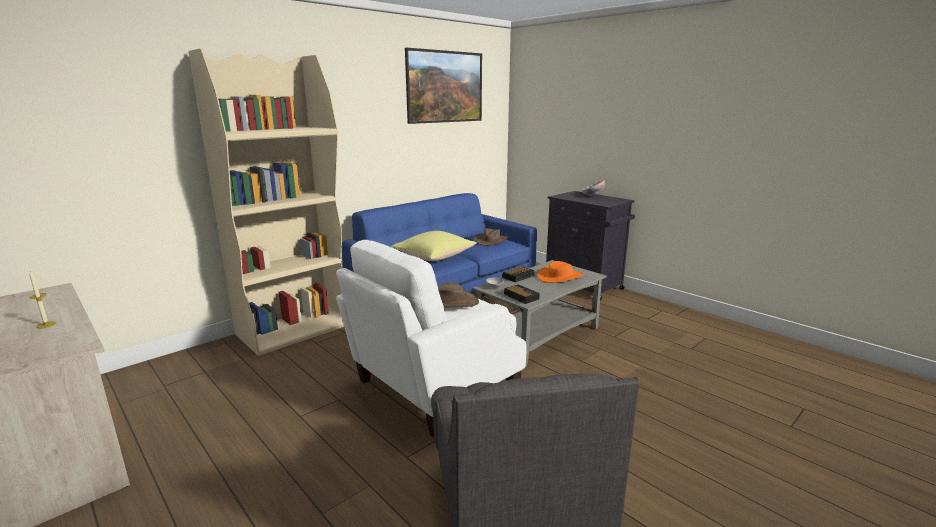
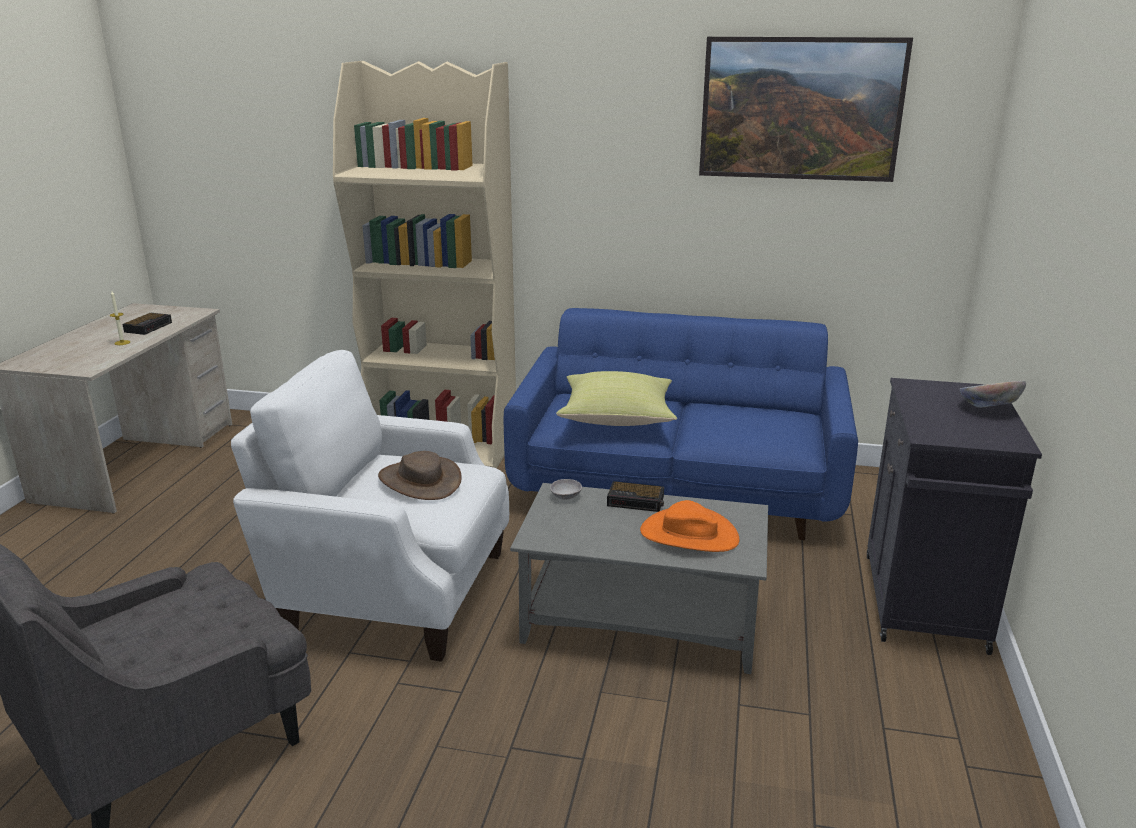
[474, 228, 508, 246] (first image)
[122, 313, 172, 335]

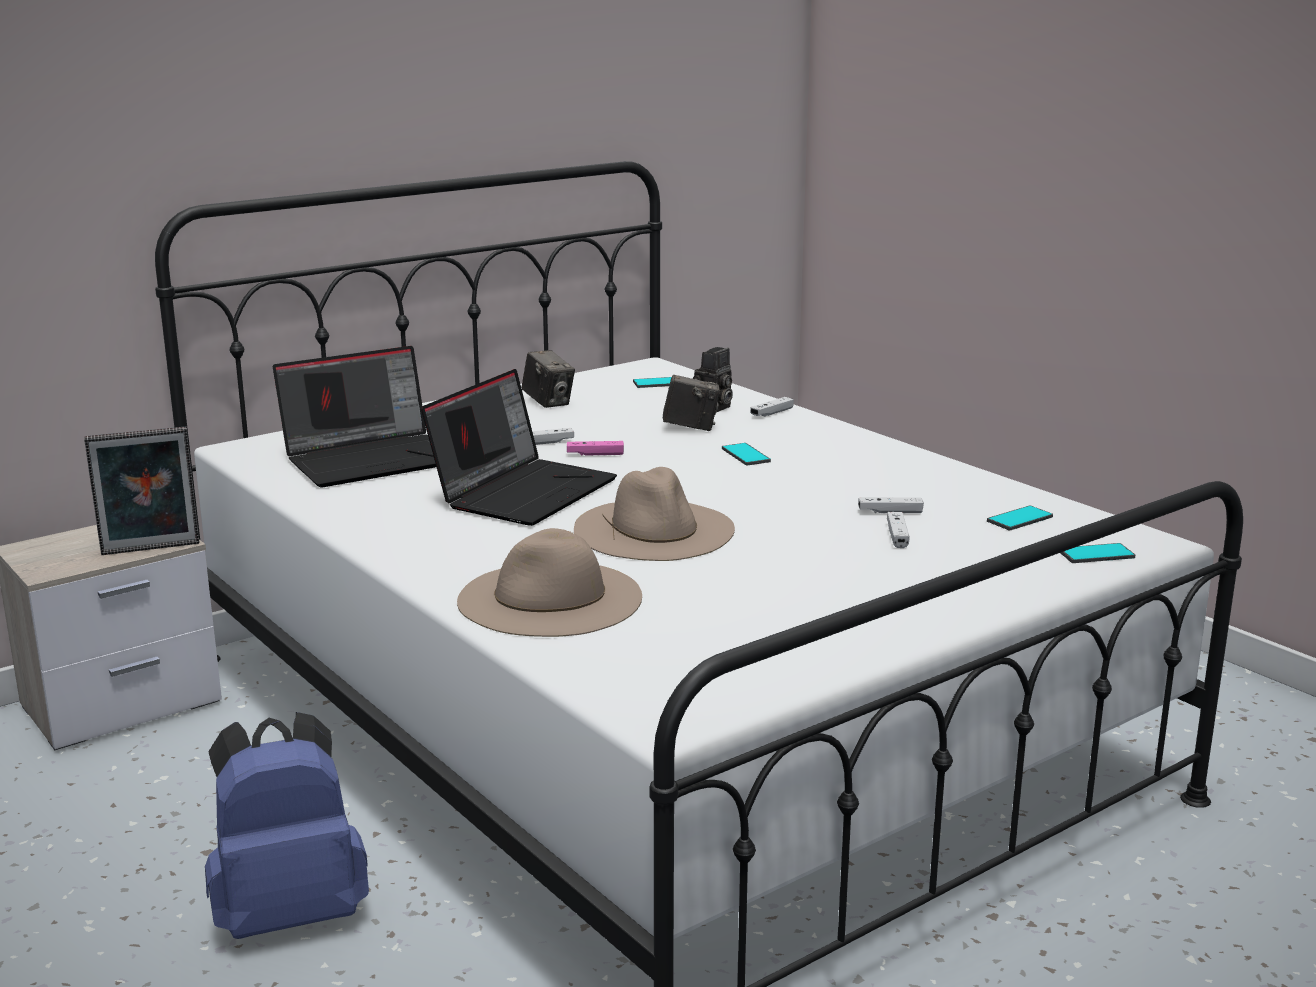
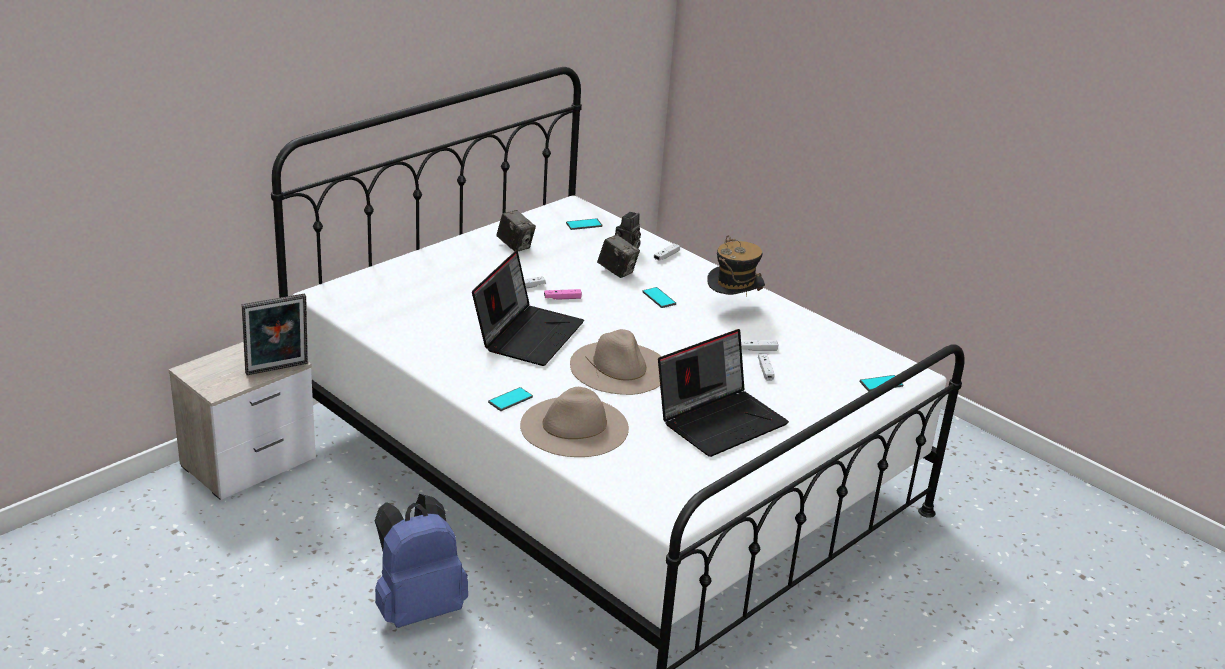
[708, 235, 765, 296]
[658, 329, 789, 457]
[488, 387, 533, 411]
[597, 235, 640, 278]

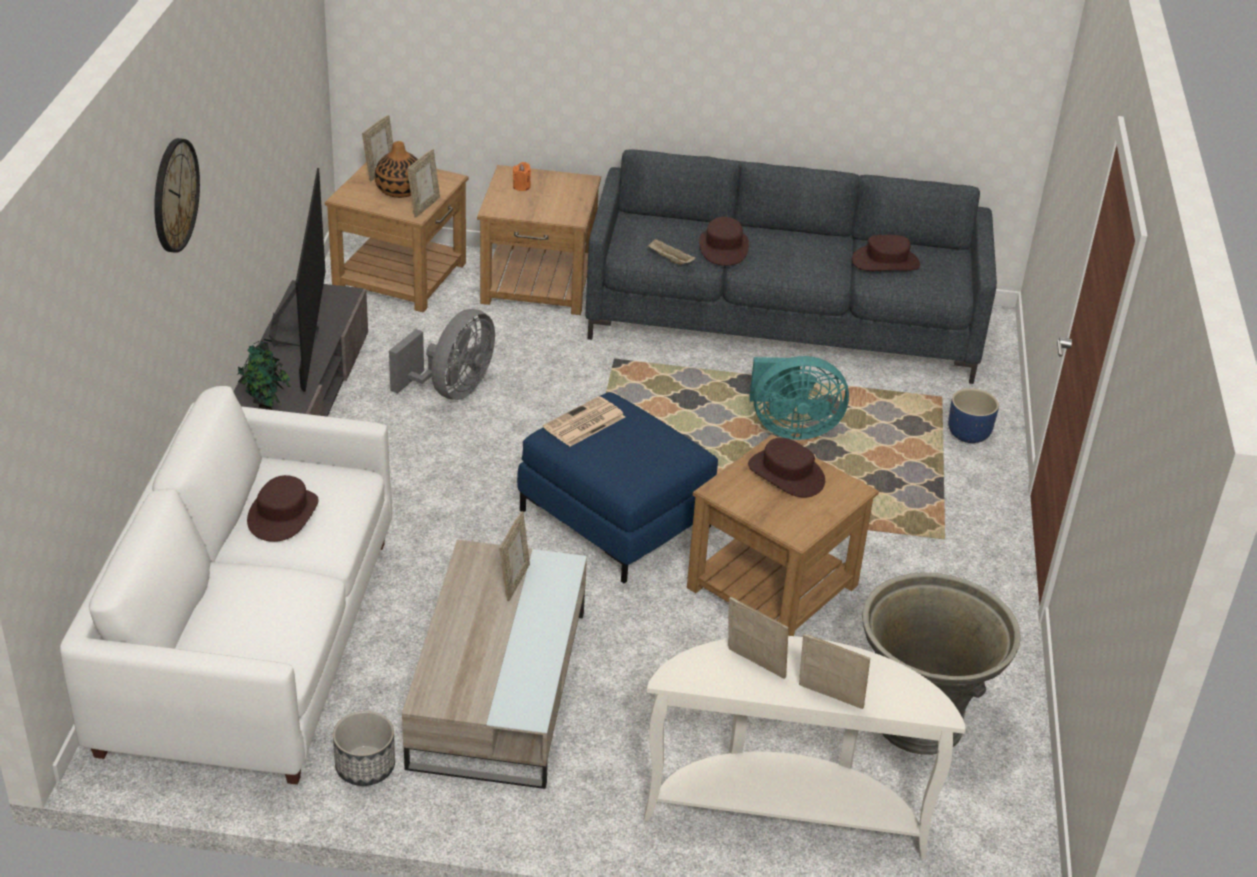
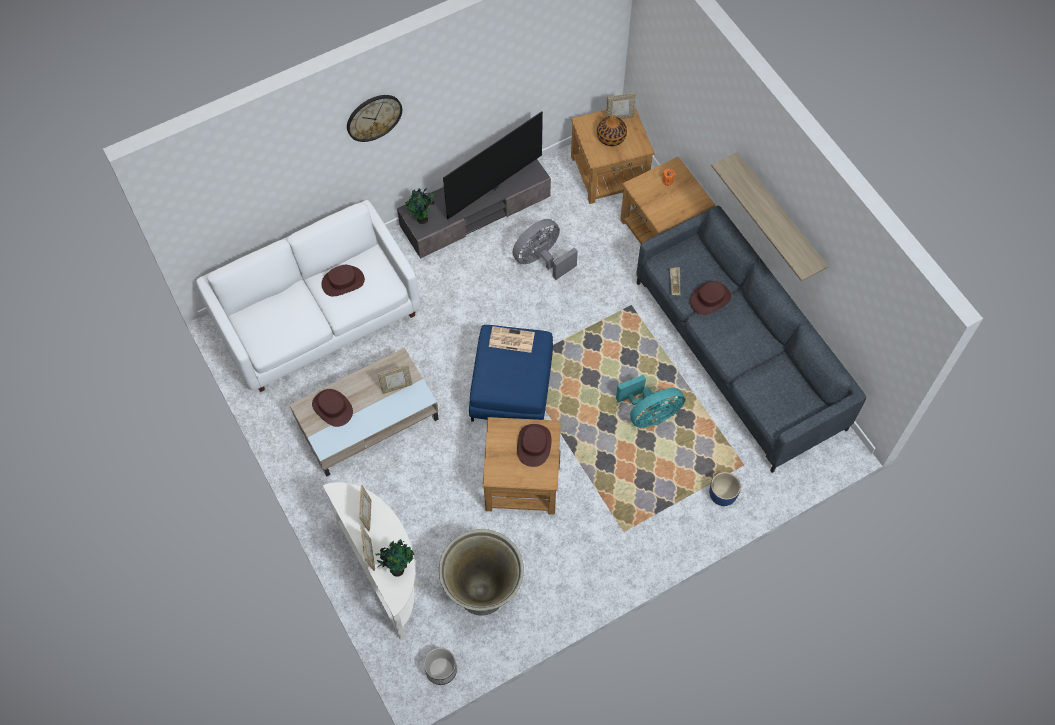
[407, 149, 440, 218] (first image)
[376, 539, 415, 577]
[711, 152, 828, 282]
[424, 648, 457, 685]
[312, 389, 353, 427]
[513, 219, 578, 280]
[616, 375, 685, 428]

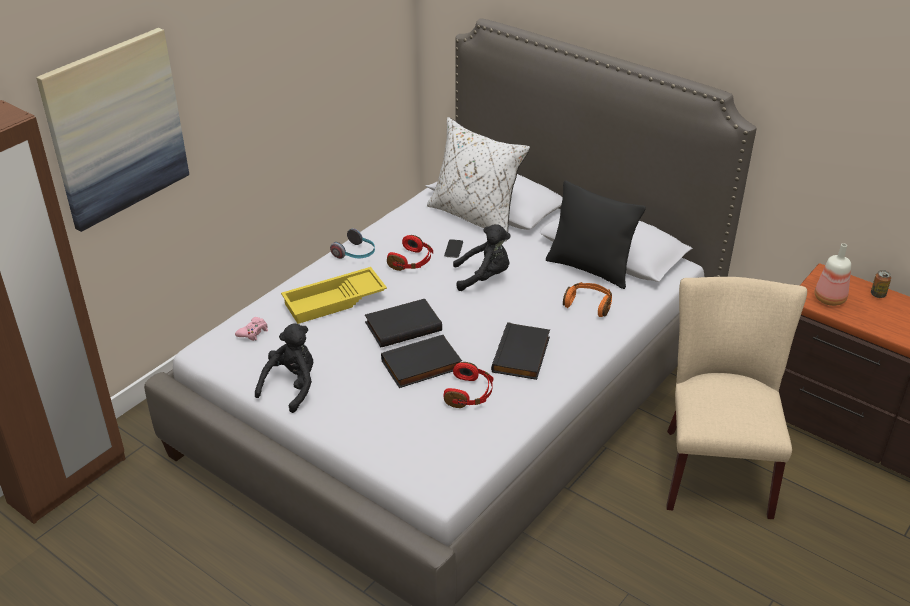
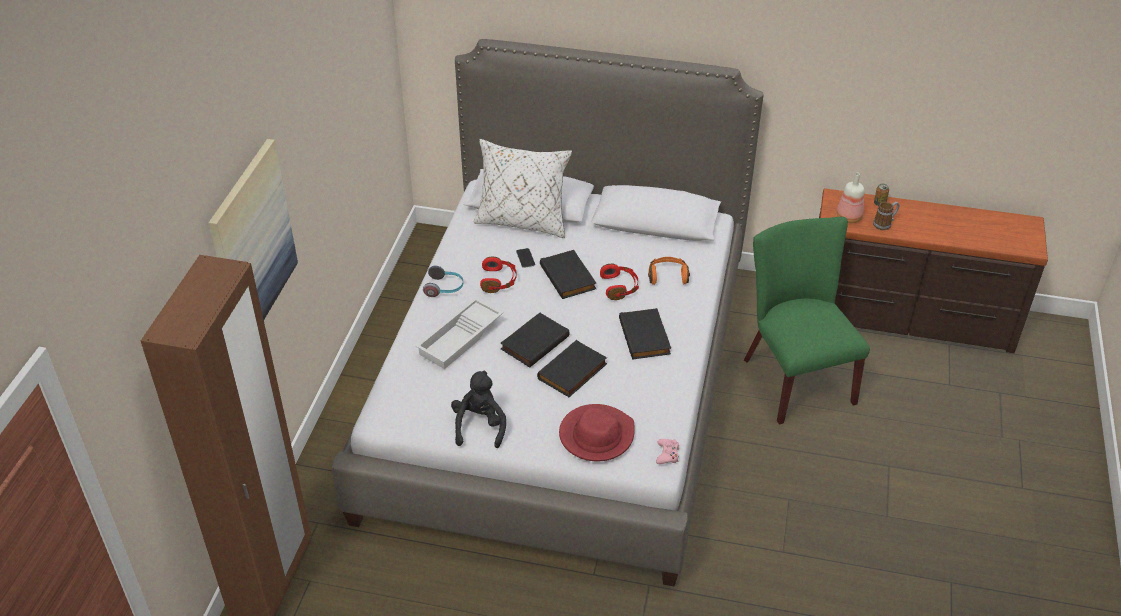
[546, 180, 646, 289] (first image)
[559, 404, 635, 461]
[873, 202, 900, 230]
[656, 439, 679, 464]
[600, 264, 639, 300]
[540, 250, 596, 299]
[416, 298, 503, 369]
[744, 217, 870, 424]

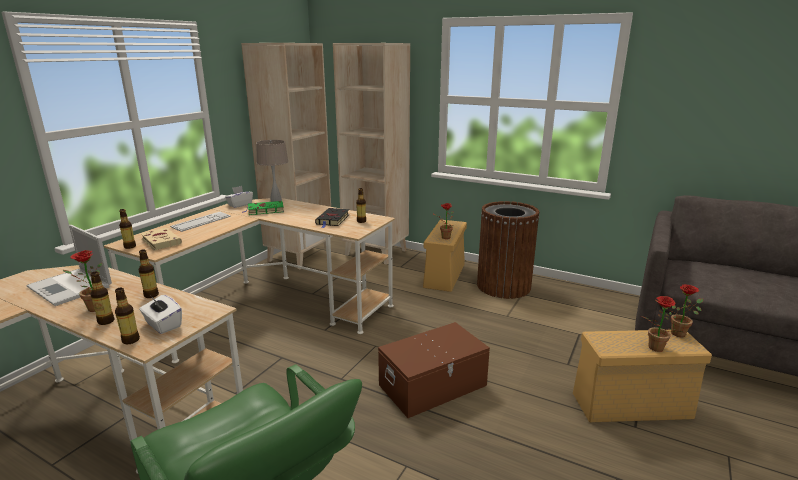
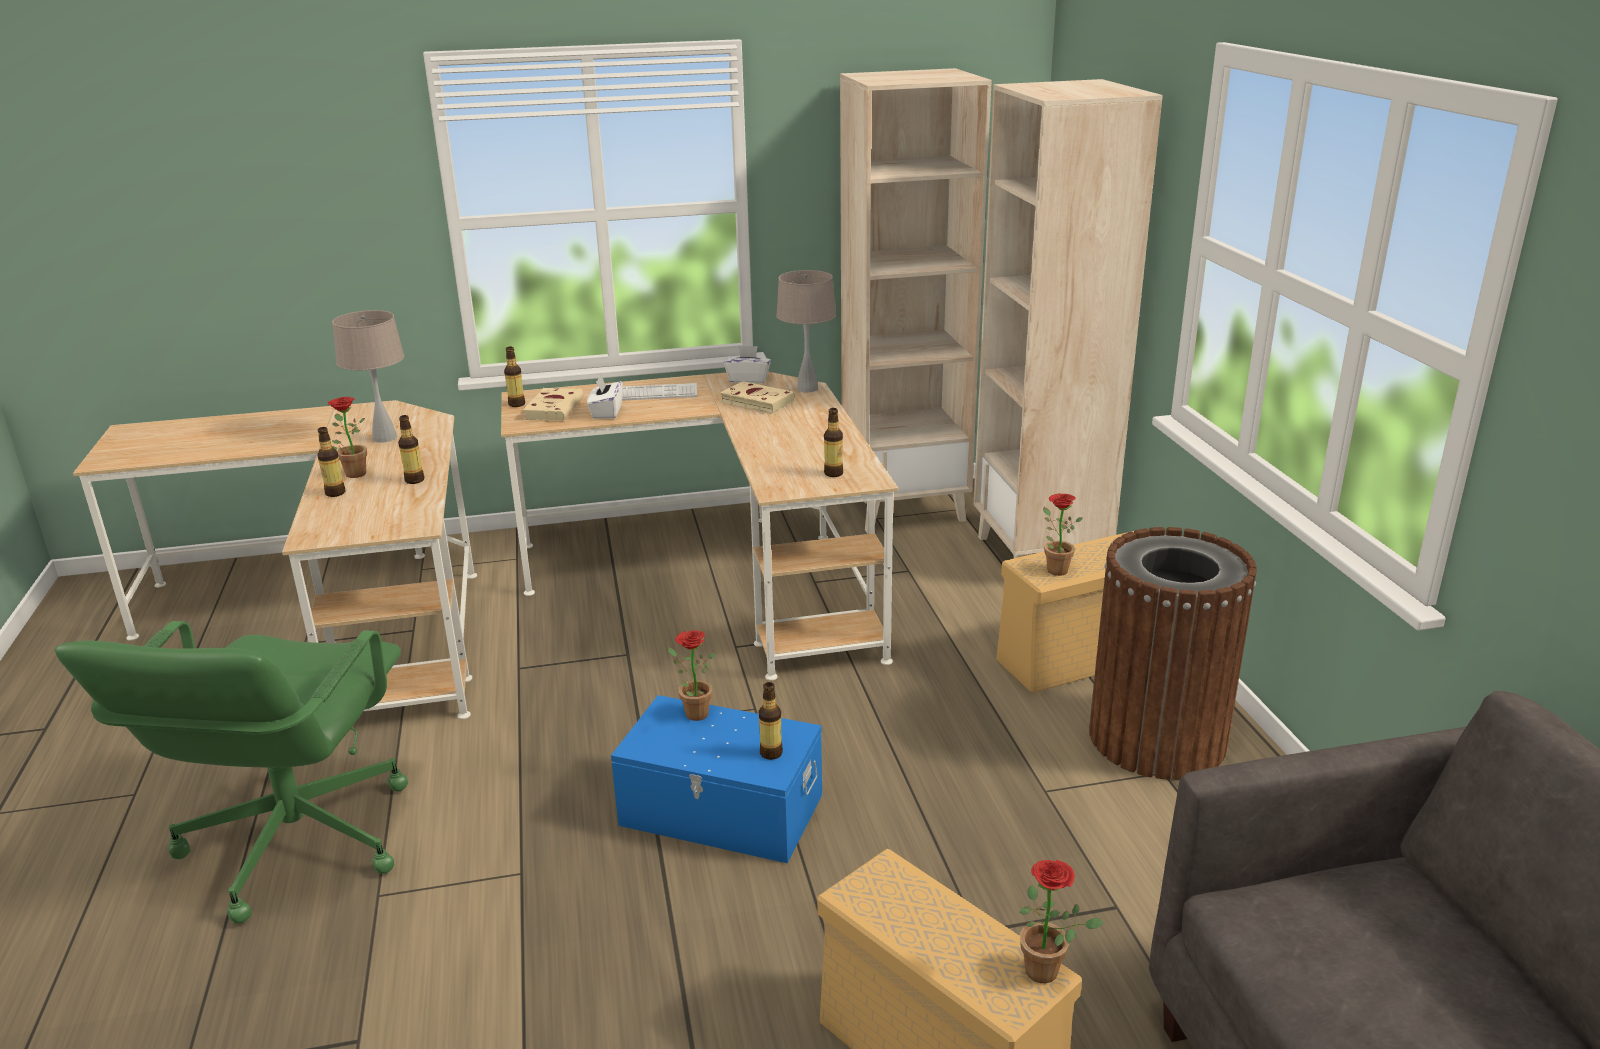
[315, 208, 350, 228] (first image)
[759, 682, 783, 760]
[587, 376, 623, 419]
[667, 630, 715, 721]
[332, 310, 404, 443]
[720, 381, 795, 414]
[611, 695, 822, 863]

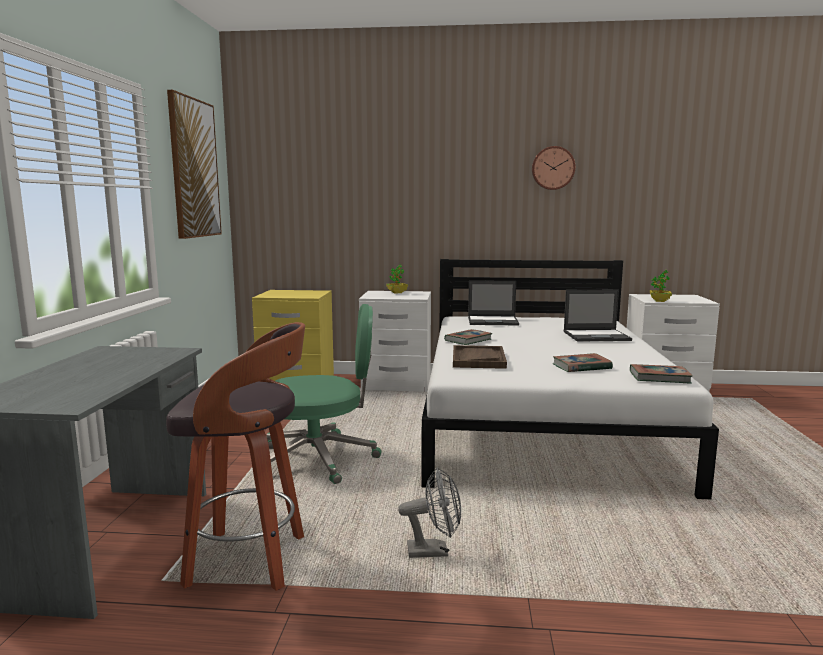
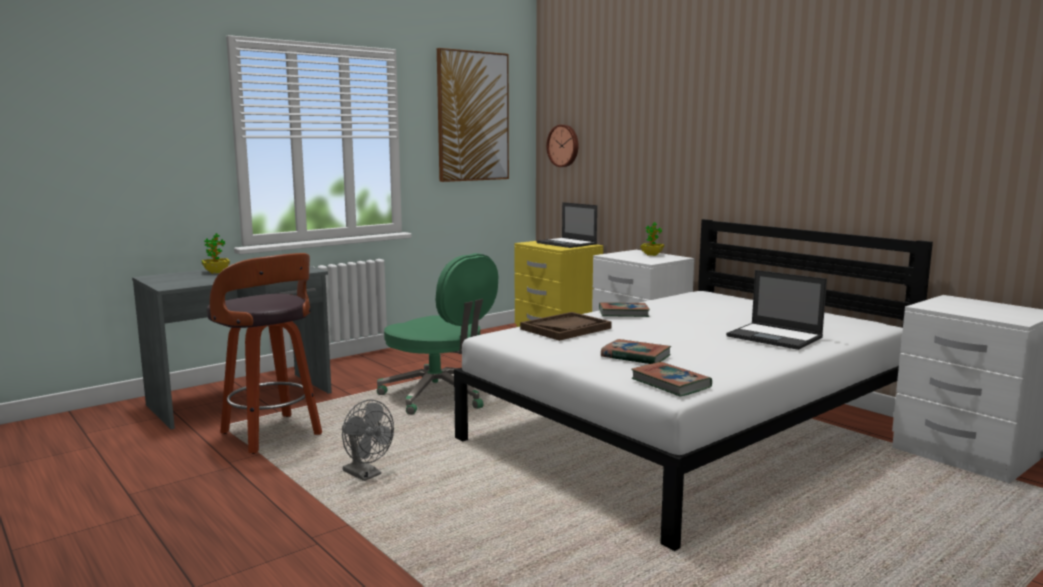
[536, 202, 597, 248]
[546, 125, 579, 167]
[202, 233, 230, 274]

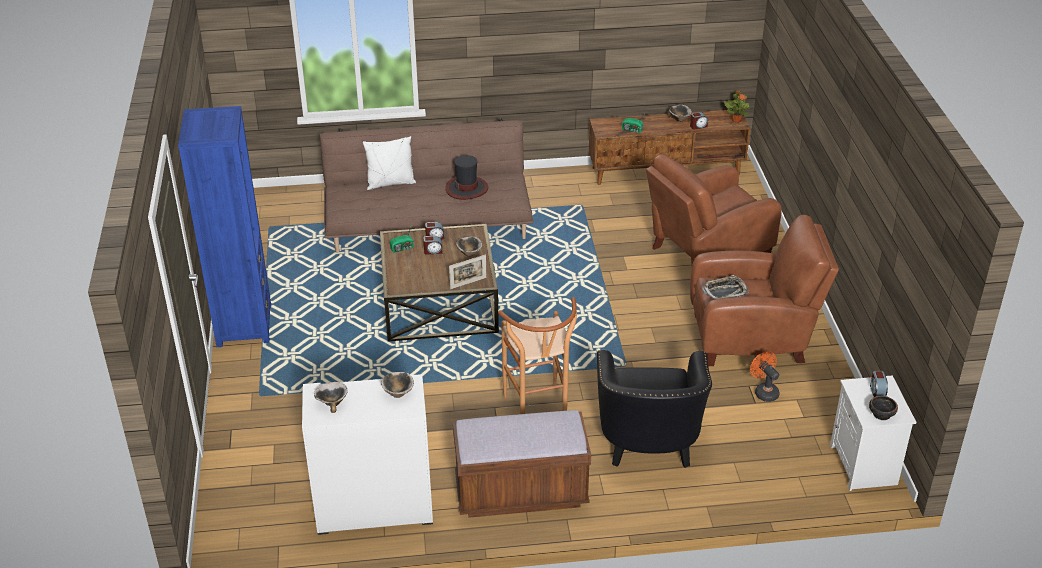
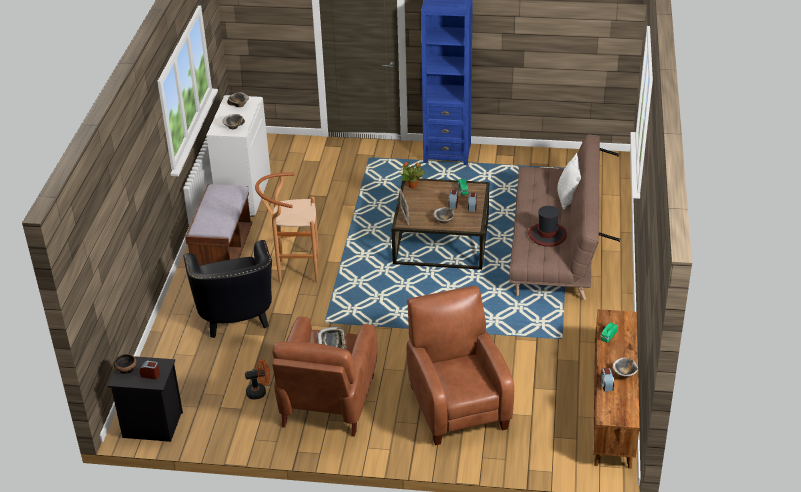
[400, 162, 425, 188]
[108, 356, 183, 442]
[183, 240, 272, 338]

